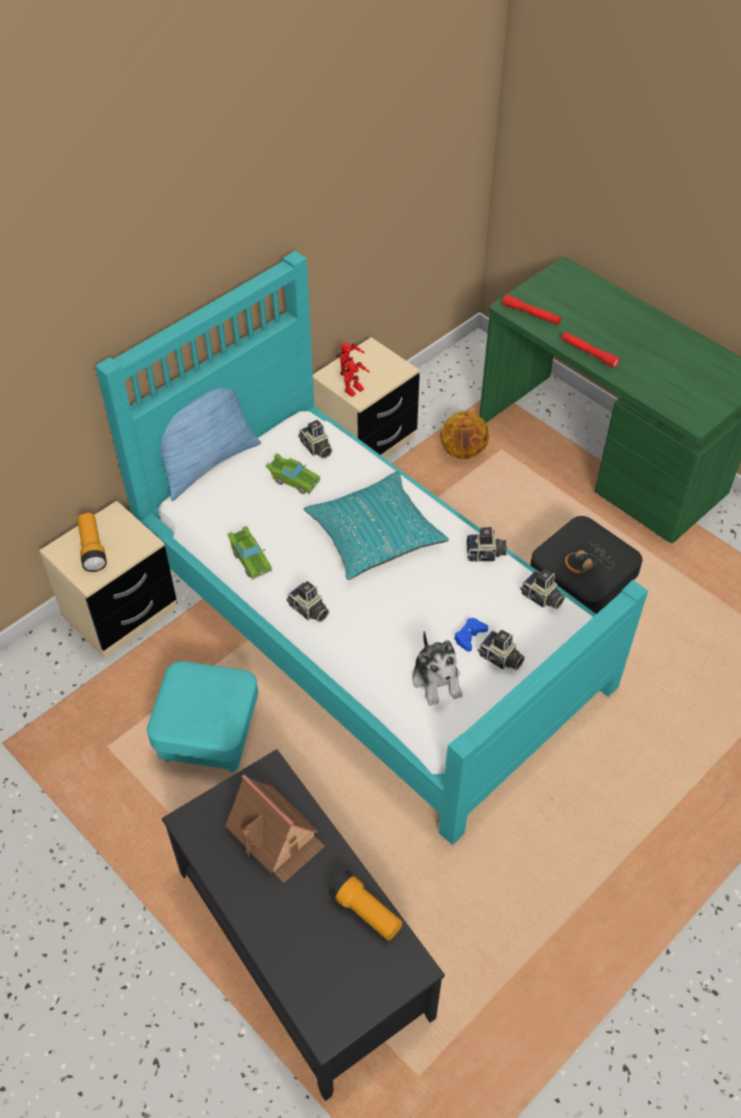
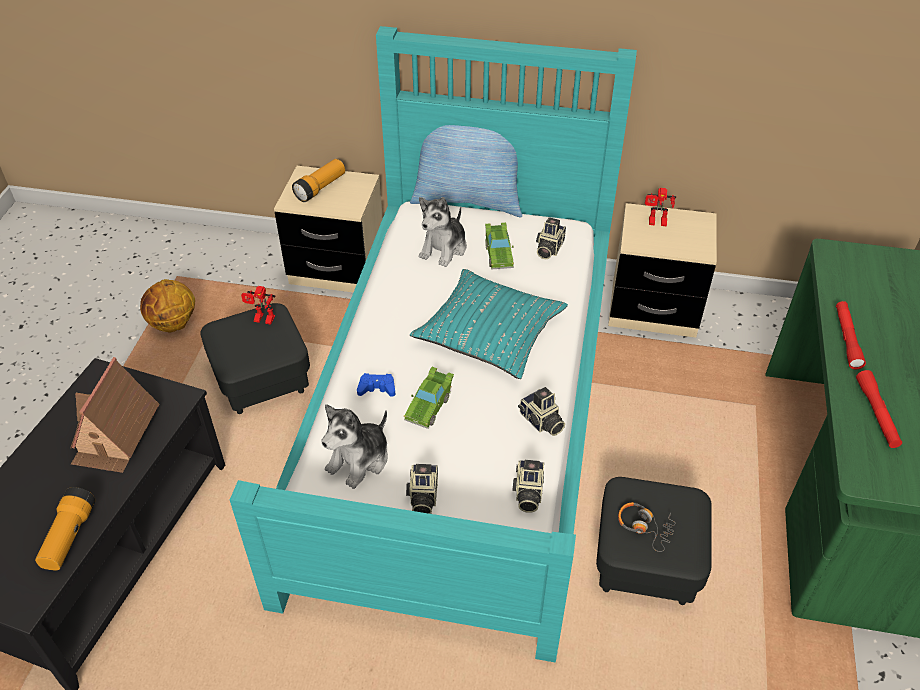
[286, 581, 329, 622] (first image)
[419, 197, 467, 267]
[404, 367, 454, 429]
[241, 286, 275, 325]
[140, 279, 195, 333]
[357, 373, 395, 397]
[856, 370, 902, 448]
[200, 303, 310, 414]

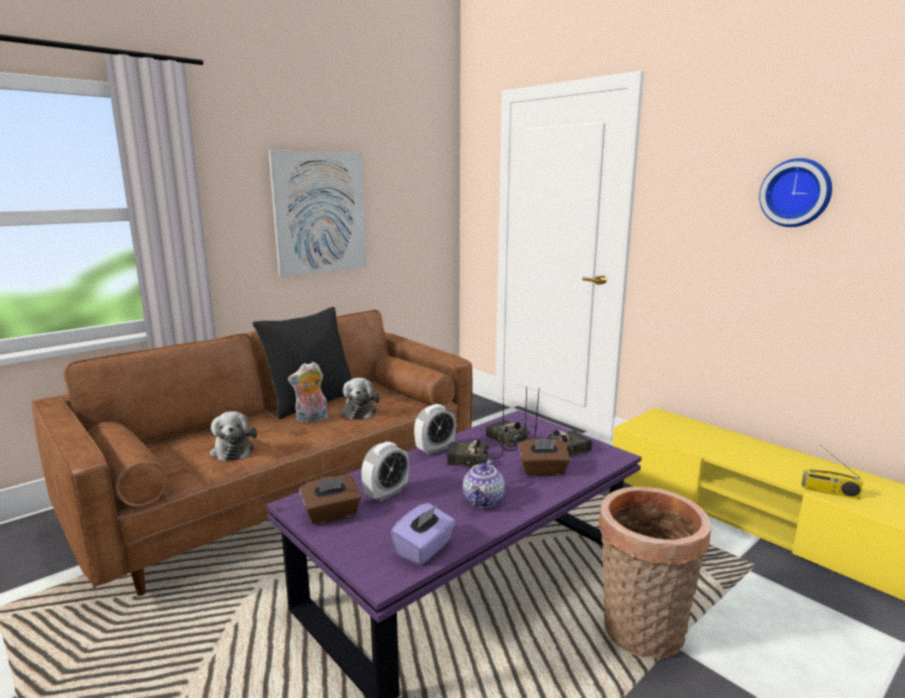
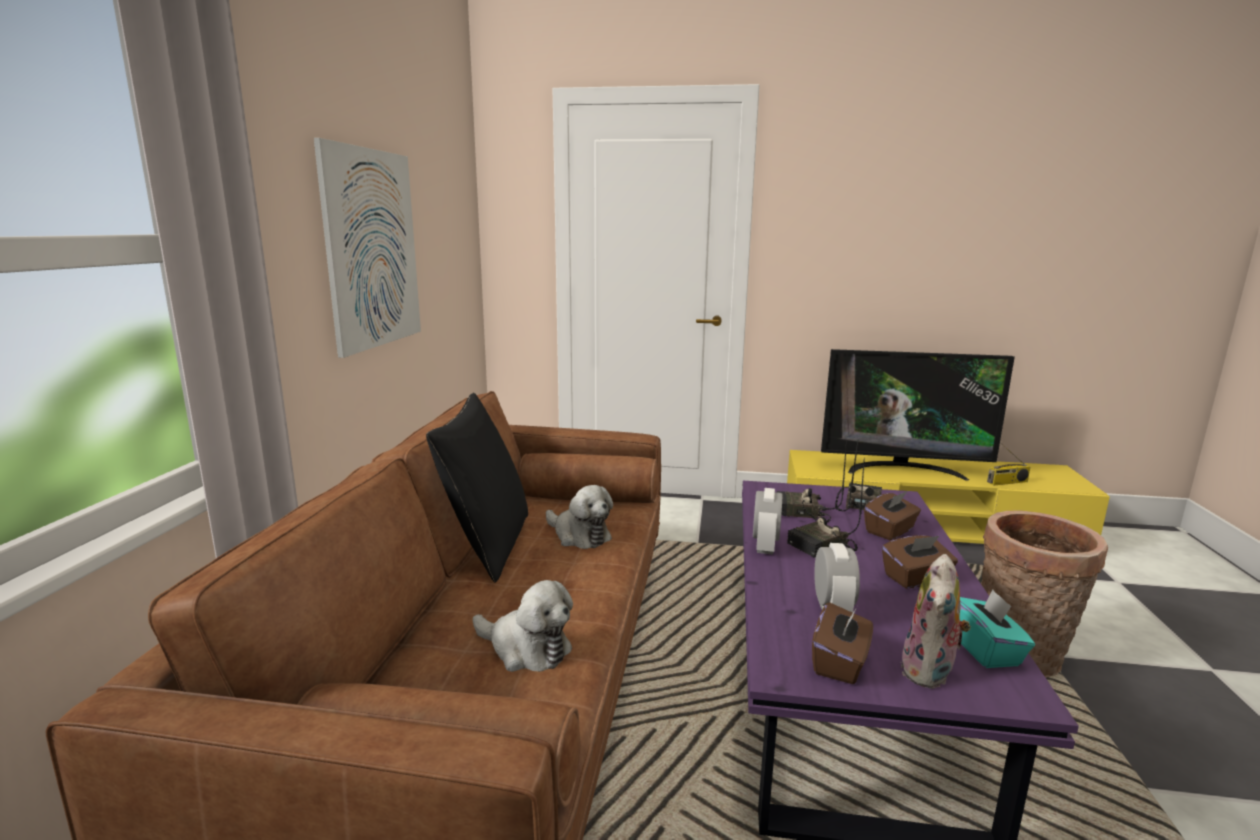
[759, 158, 832, 227] (first image)
[821, 349, 1015, 481]
[900, 554, 971, 689]
[882, 535, 958, 589]
[959, 589, 1035, 668]

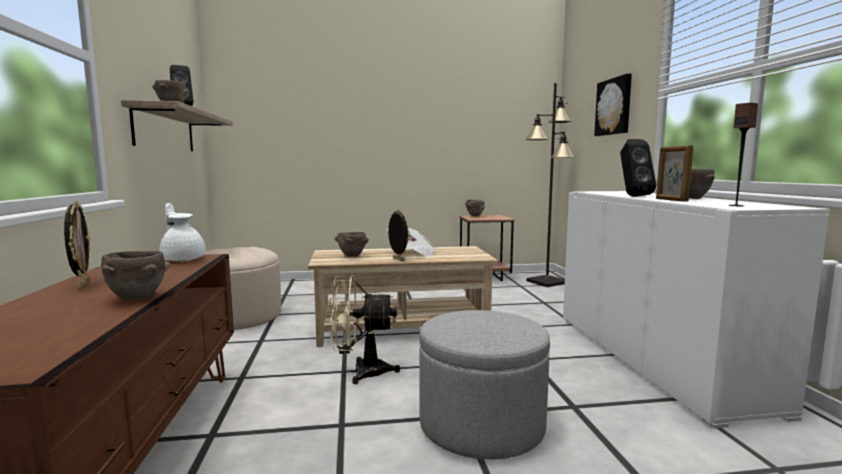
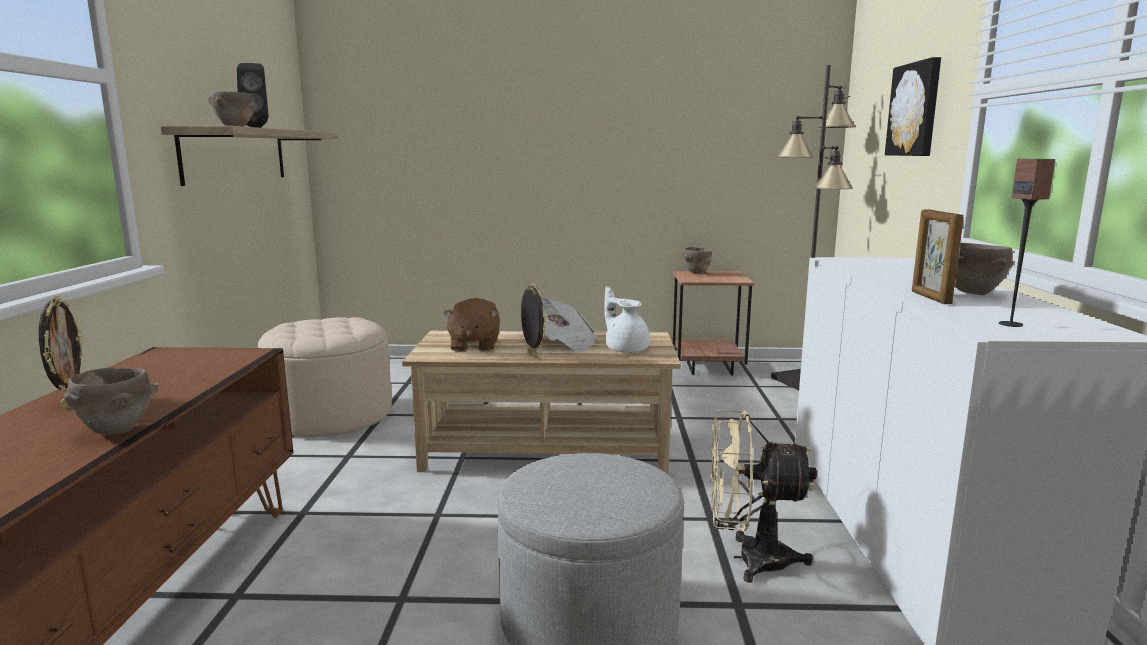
[620, 139, 656, 197] (first image)
[604, 286, 650, 353]
[710, 410, 817, 583]
[443, 298, 500, 351]

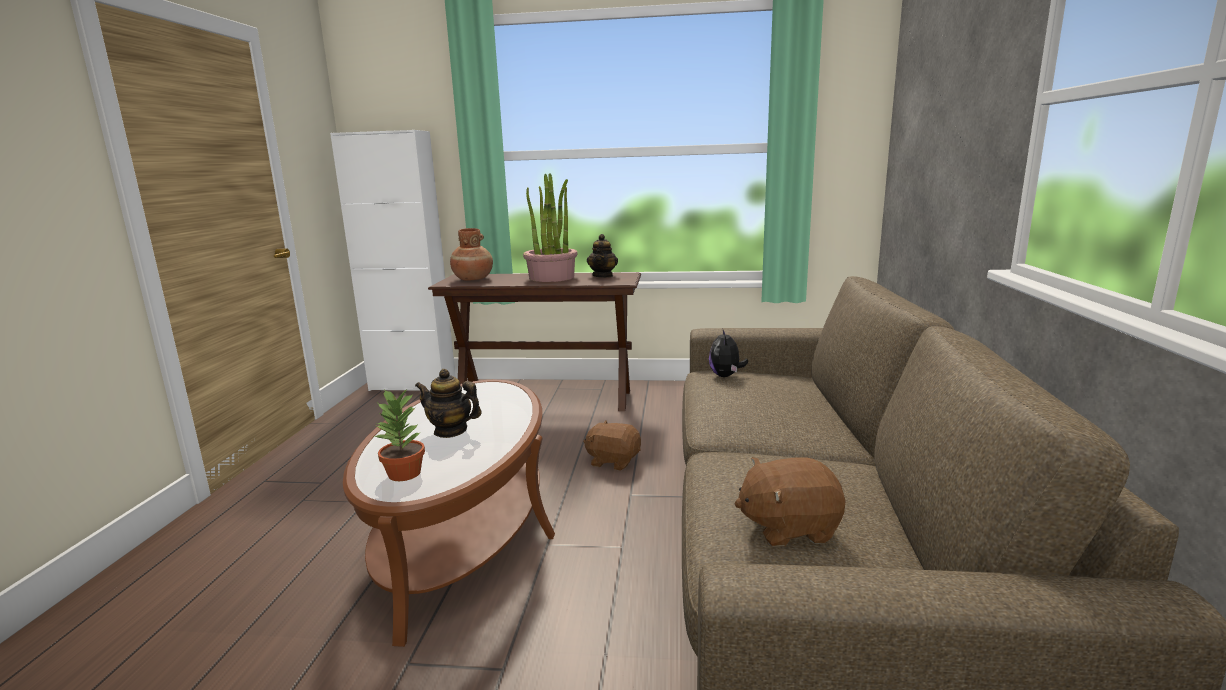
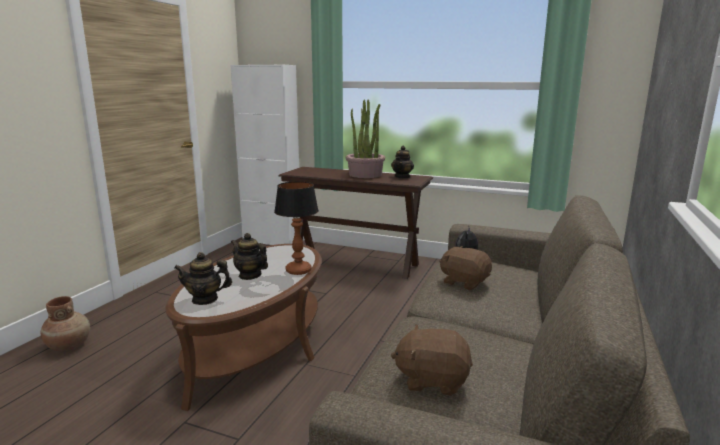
[274, 182, 319, 275]
[41, 296, 90, 351]
[439, 246, 492, 290]
[174, 252, 232, 305]

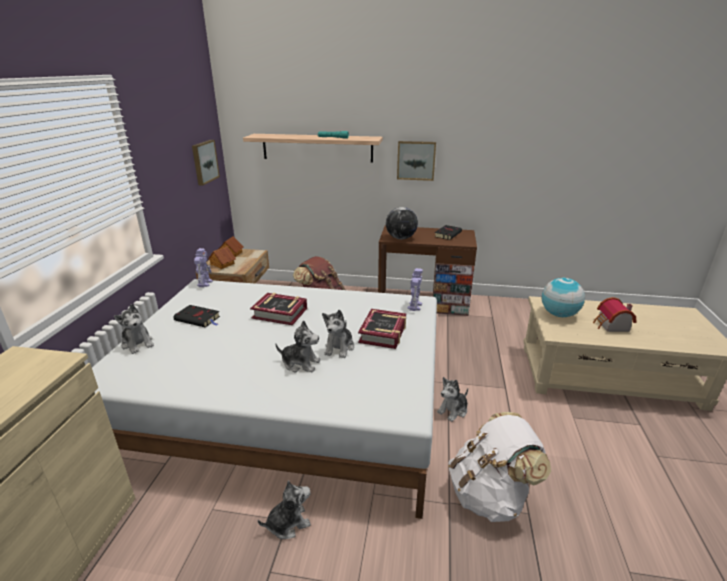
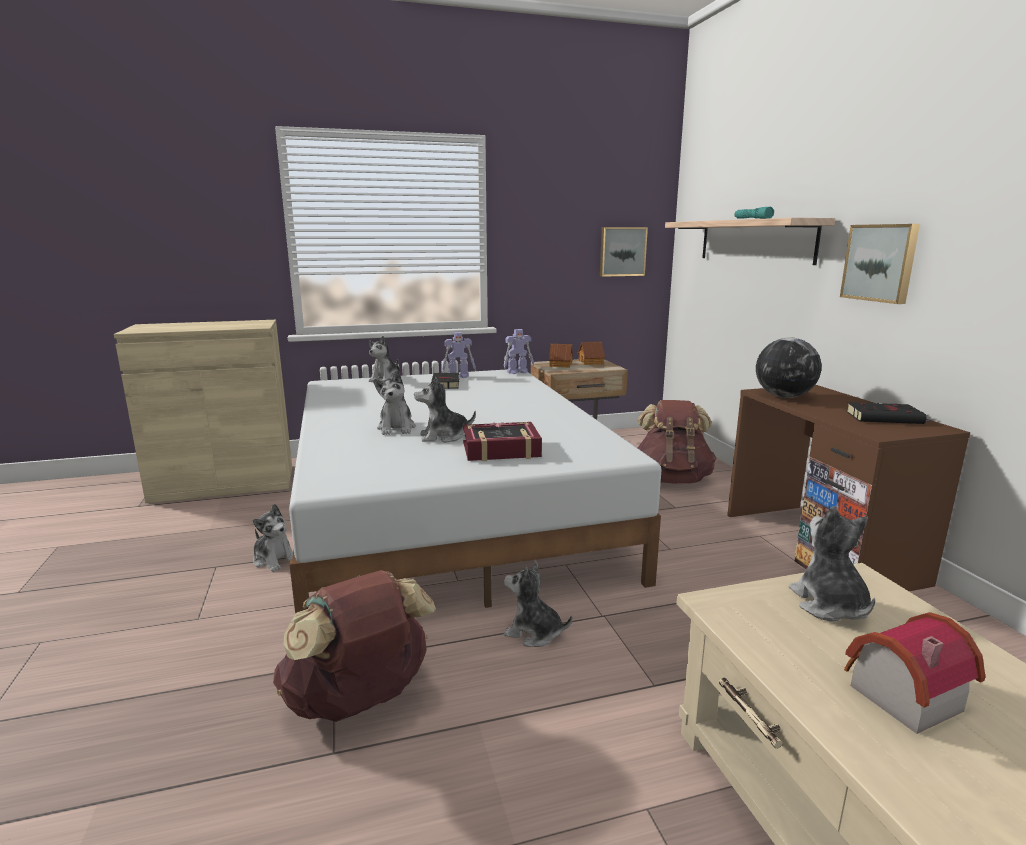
[250, 293, 307, 325] (first image)
[442, 332, 476, 378]
[789, 506, 875, 622]
[273, 570, 436, 722]

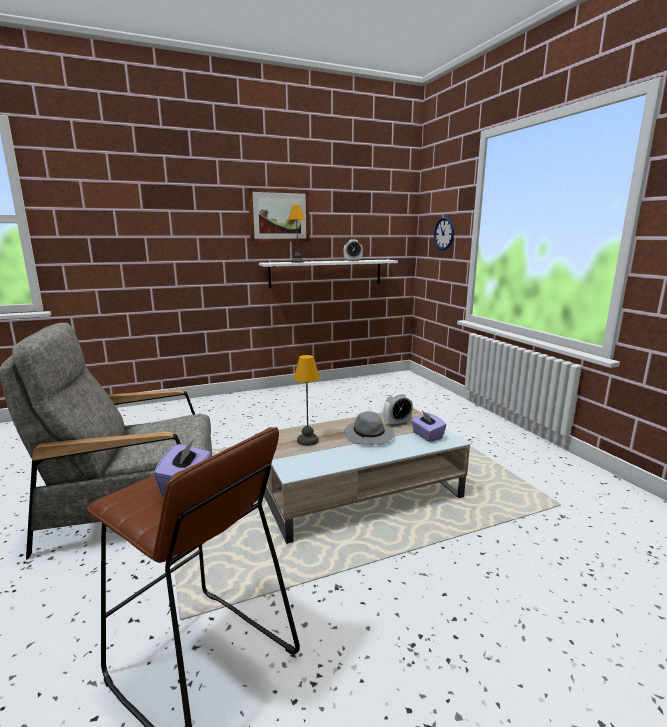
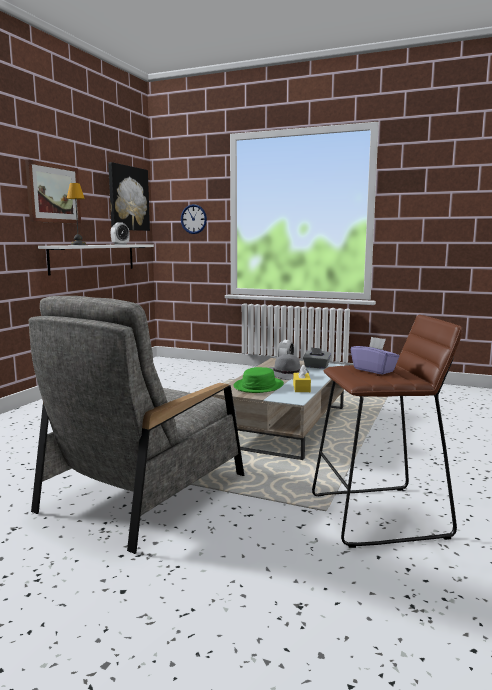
[108, 162, 150, 231]
[293, 364, 311, 392]
[233, 367, 284, 393]
[303, 347, 331, 369]

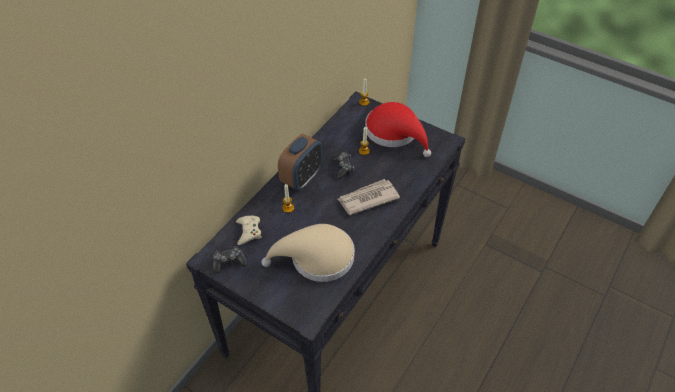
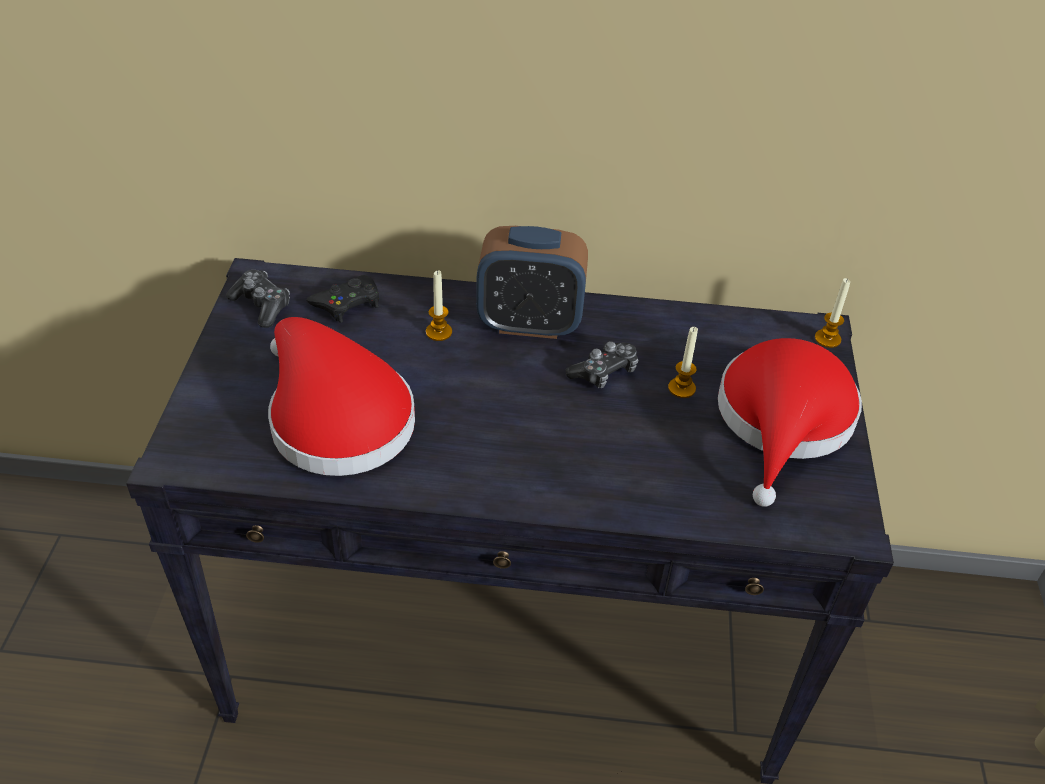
[338, 179, 400, 215] (first image)
[306, 275, 379, 323]
[268, 317, 415, 476]

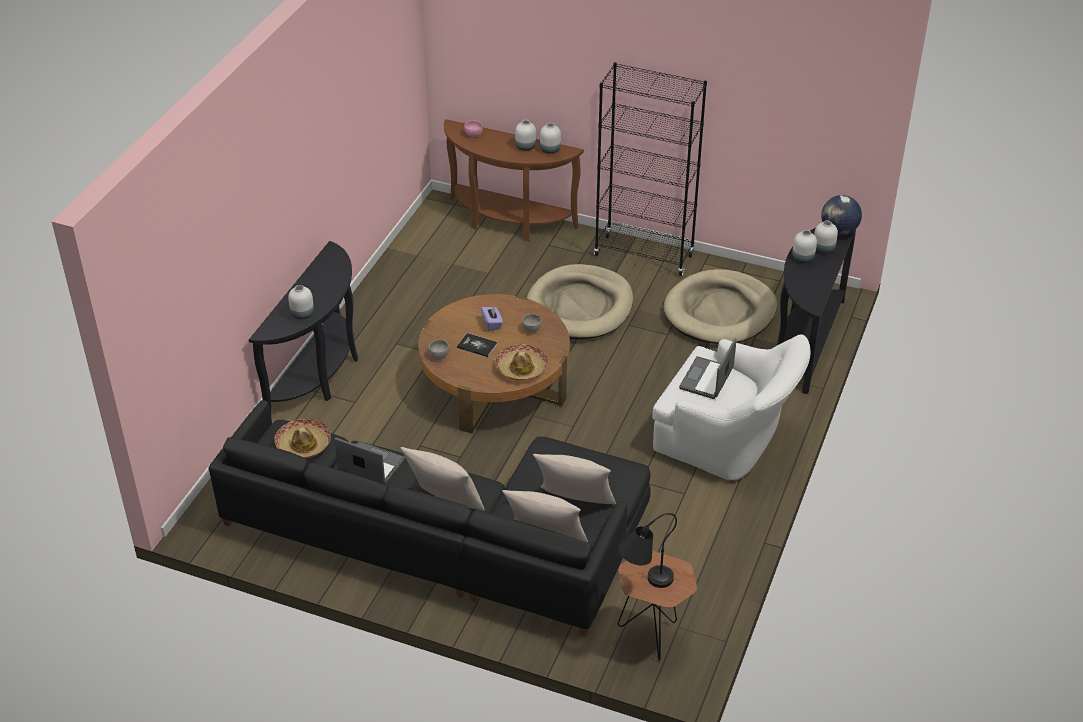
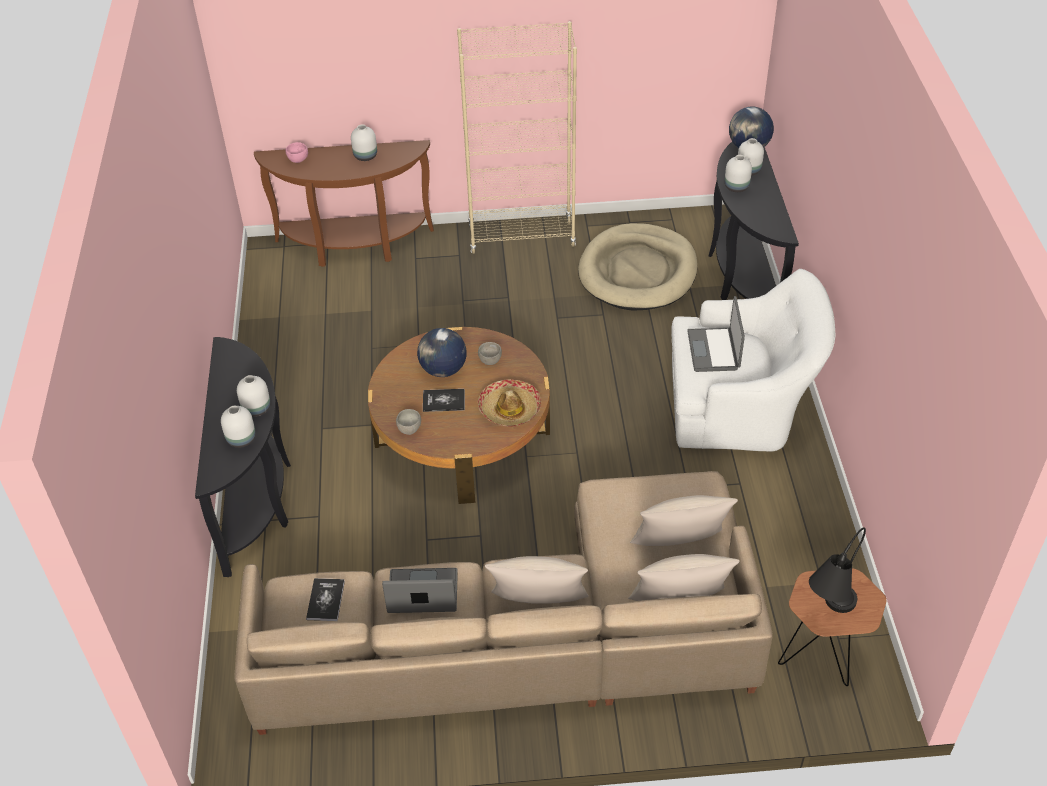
[527, 264, 633, 340] (first image)
[237, 375, 270, 417]
[306, 578, 345, 621]
[417, 328, 467, 377]
[234, 471, 773, 735]
[457, 21, 577, 254]

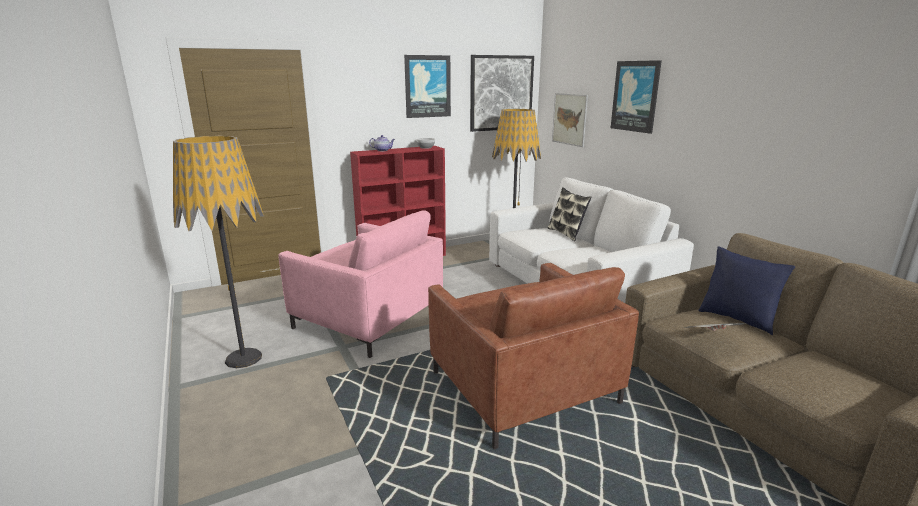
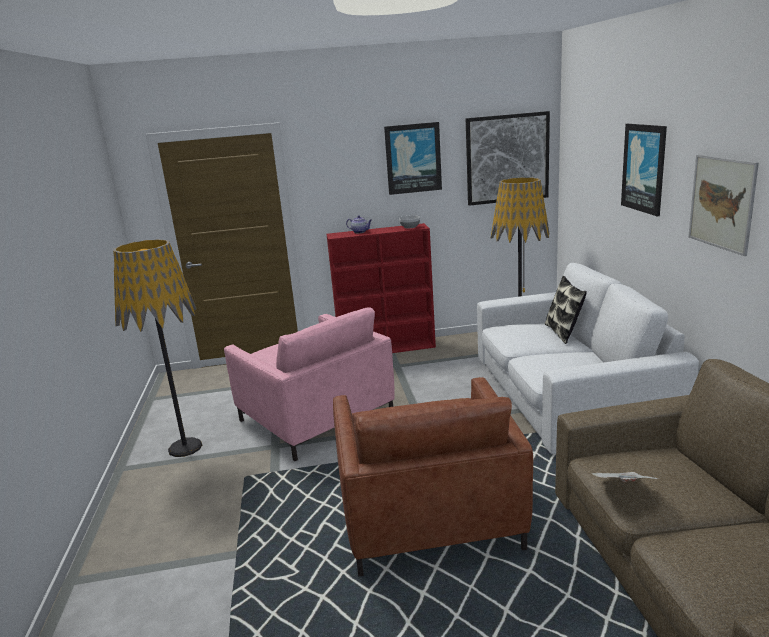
[698, 246, 796, 335] (first image)
[688, 155, 759, 256]

